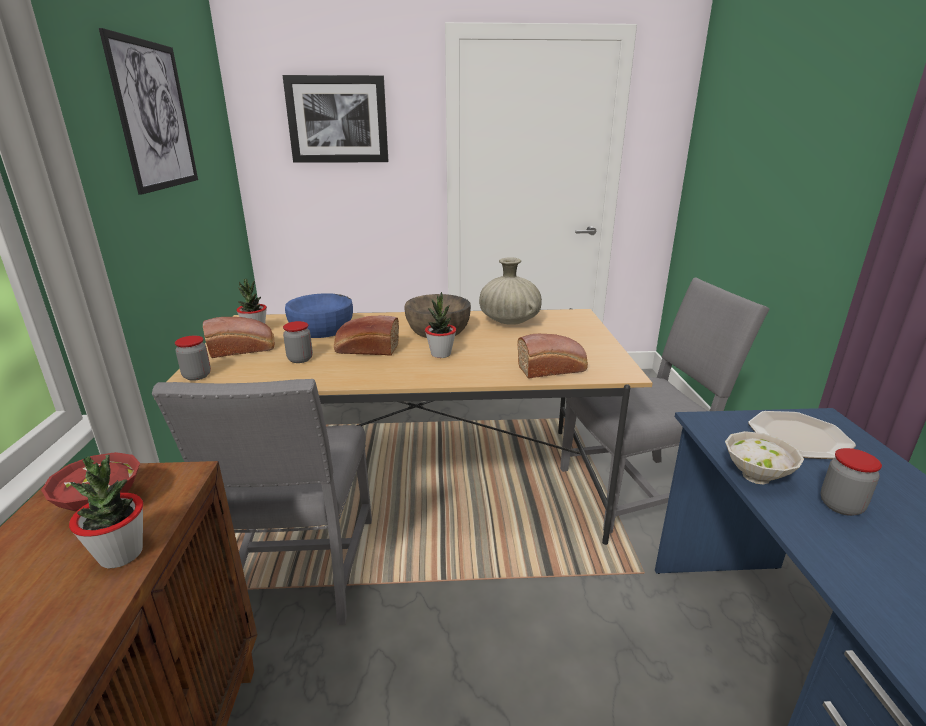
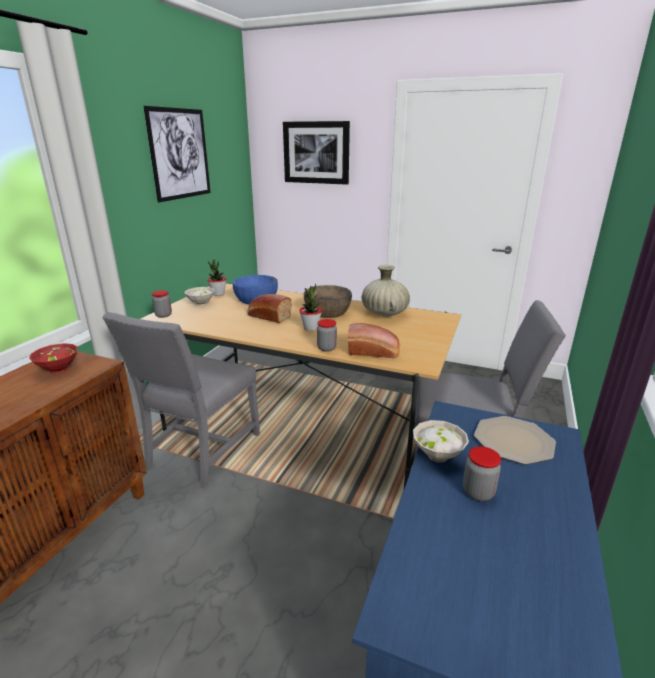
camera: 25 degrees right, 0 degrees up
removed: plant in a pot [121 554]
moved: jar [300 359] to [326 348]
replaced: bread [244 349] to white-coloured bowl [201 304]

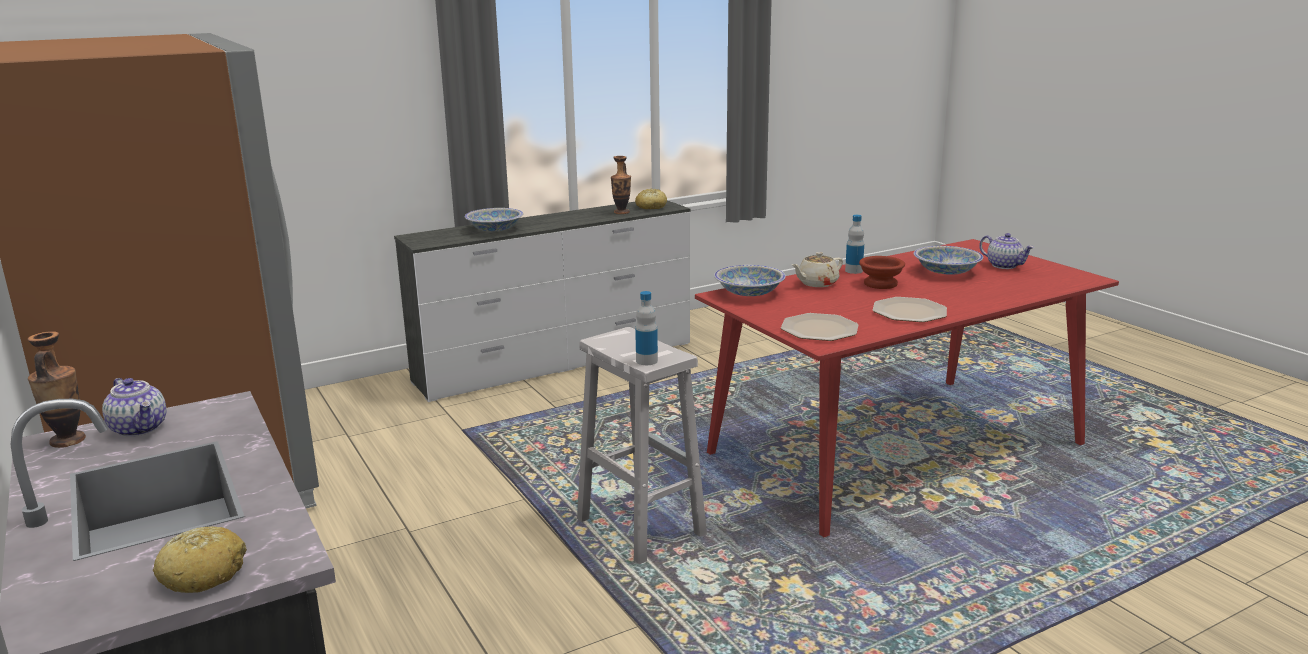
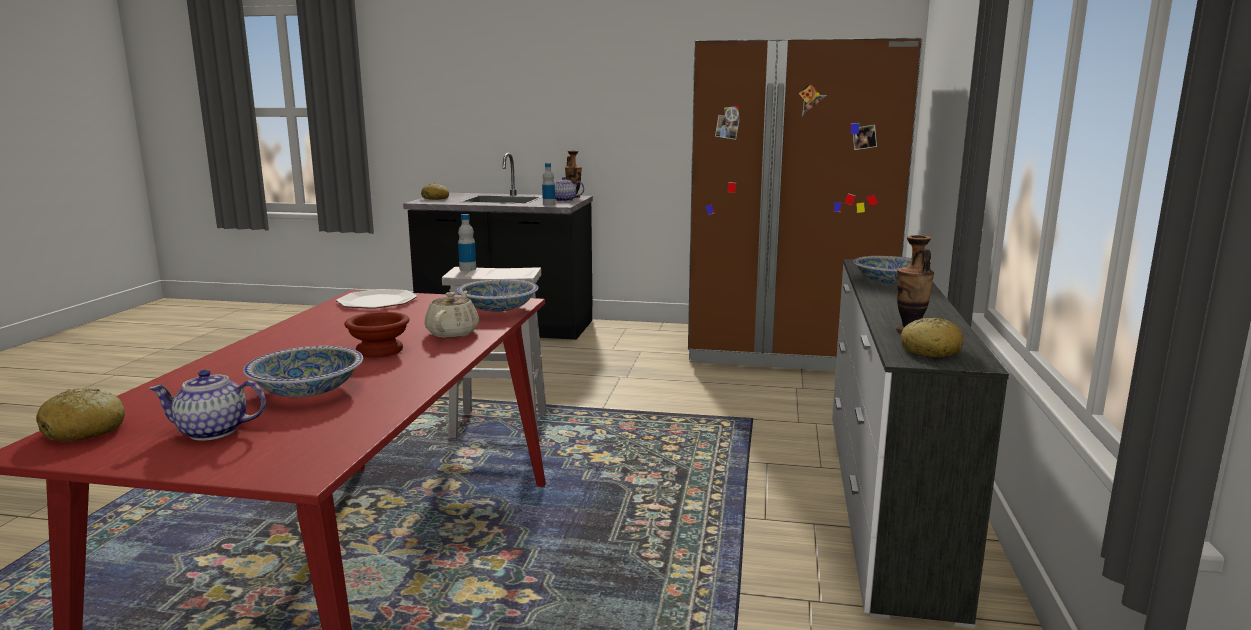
camera: 130 degrees right, 5 degrees down
removed: flat dish [910 312]
added: bread [85 431]
moved: beverage bottle [853 271] to [549 204]

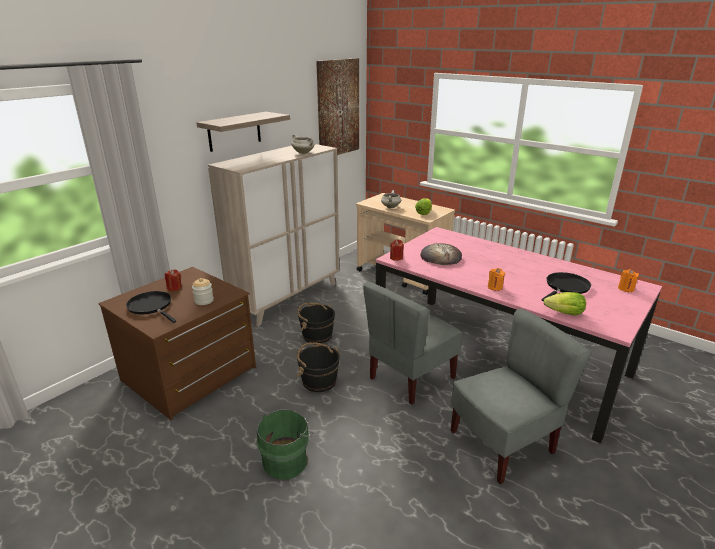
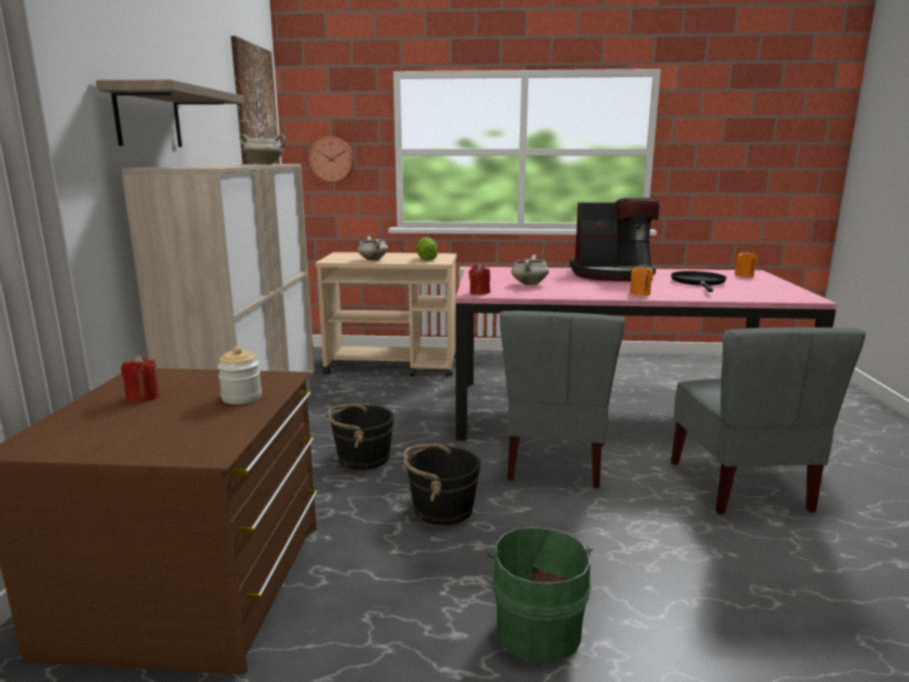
camera: 35 degrees left, 10 degrees down
removed: blackish pan [151 306]; lettuce [565 313]
added: wall clock [332 159]; coffee brewer [613 274]
replaced: bread [440 257] to white-coloured stockpot [529 284]
turned: greyish plain chair [503 443] = [741 486] 150 degrees clockwise

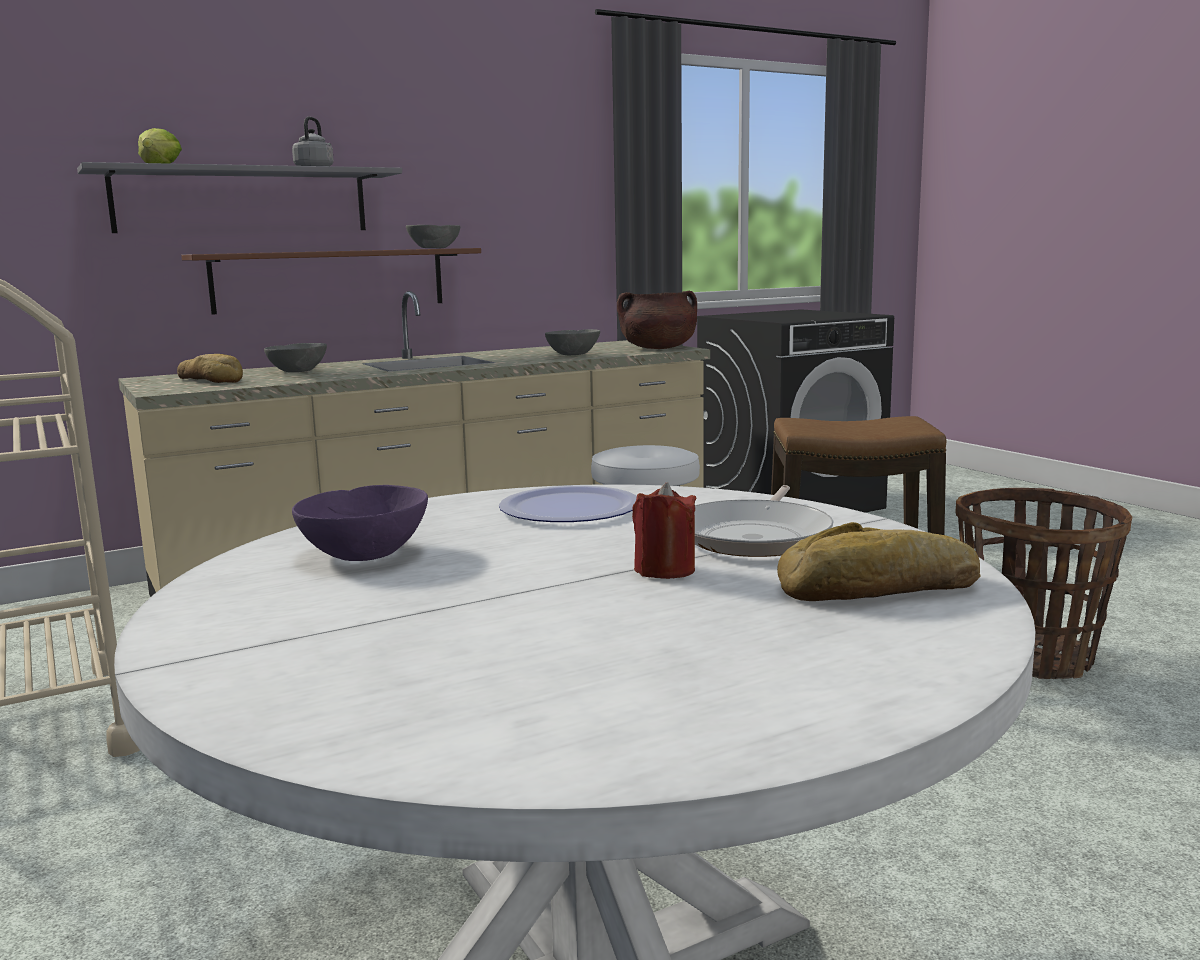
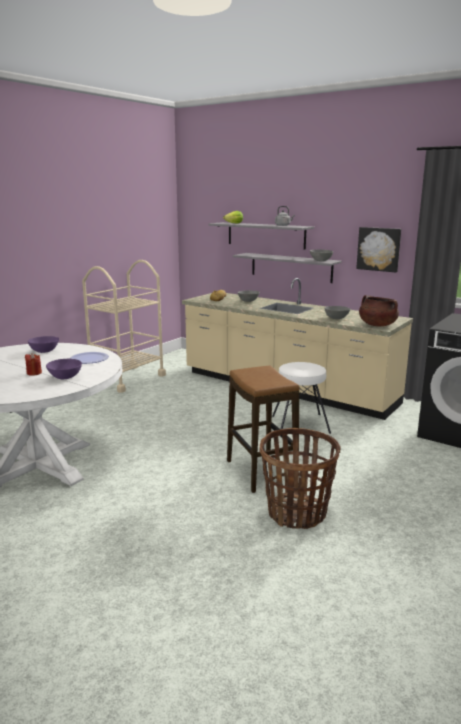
camera: 65 degrees right, 5 degrees up
removed: bread [881 588]
added: wall picture [379 249]
replaced: pan [756 536] to purplish bowl [65 377]
recoloured: brown-coloured bracket shelf [330 280] to greyish bracket shelf [291 267]

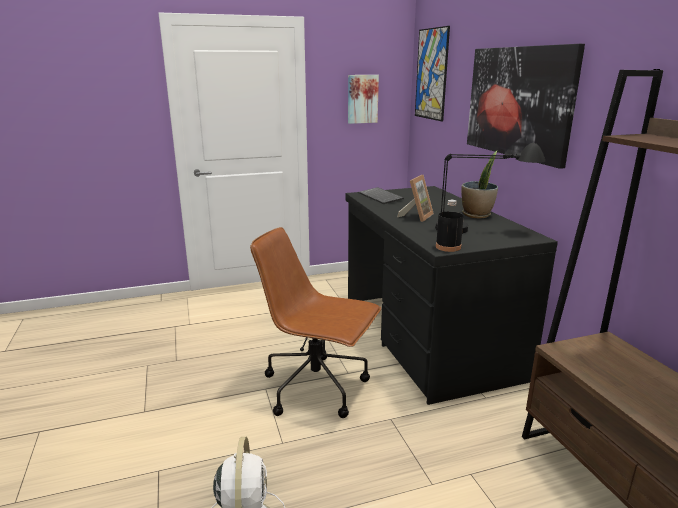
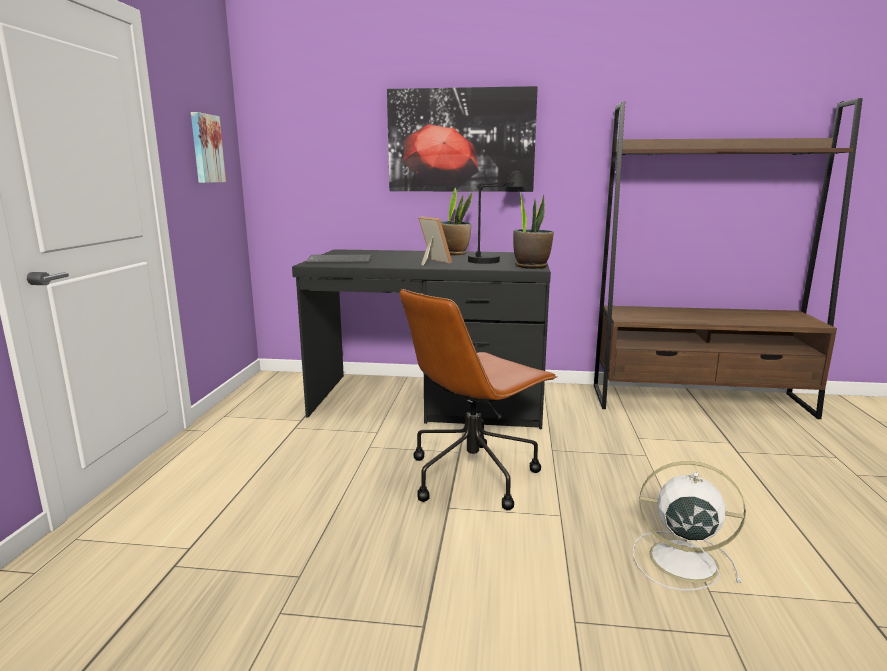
camera: 65 degrees left, 5 degrees down
removed: wall picture [431 74]
replaced: blackish beverage bottle [448 247] to plant in a pot [531 266]

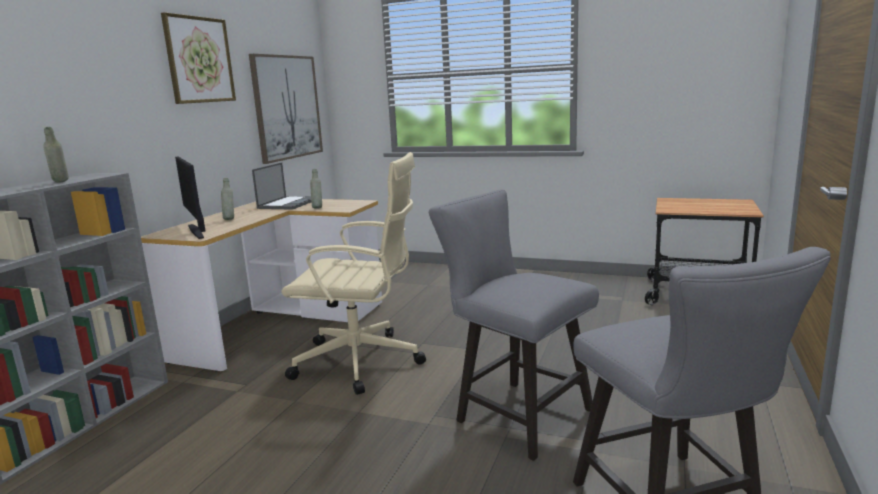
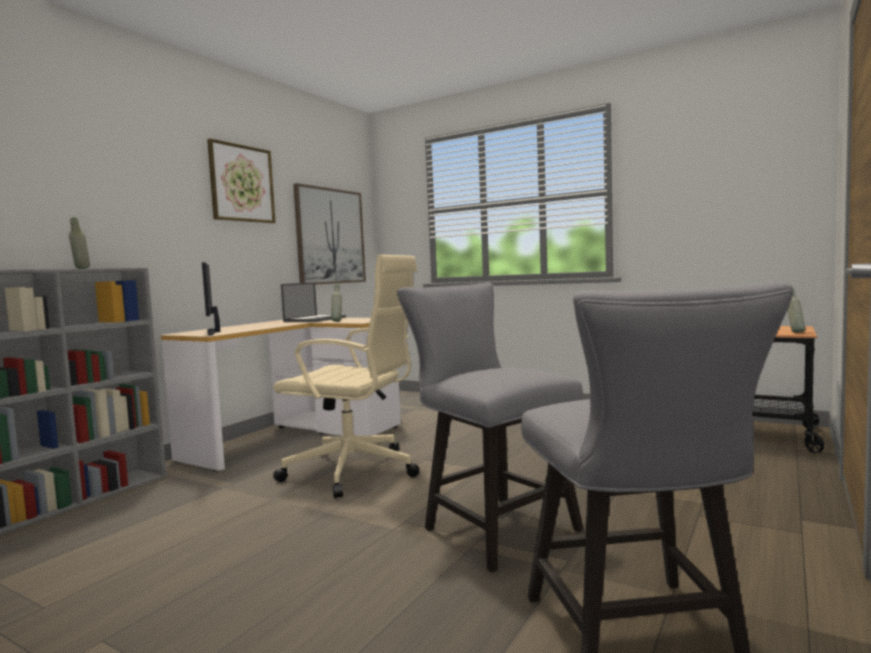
camera: 10 degrees right, 10 degrees down
moved: greyish beverage bottle [229 219] to [794 332]

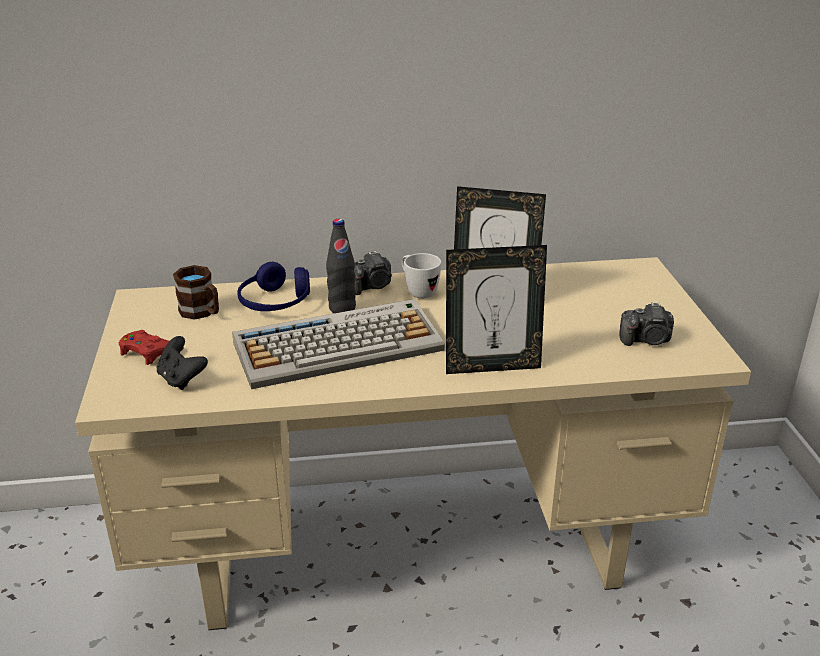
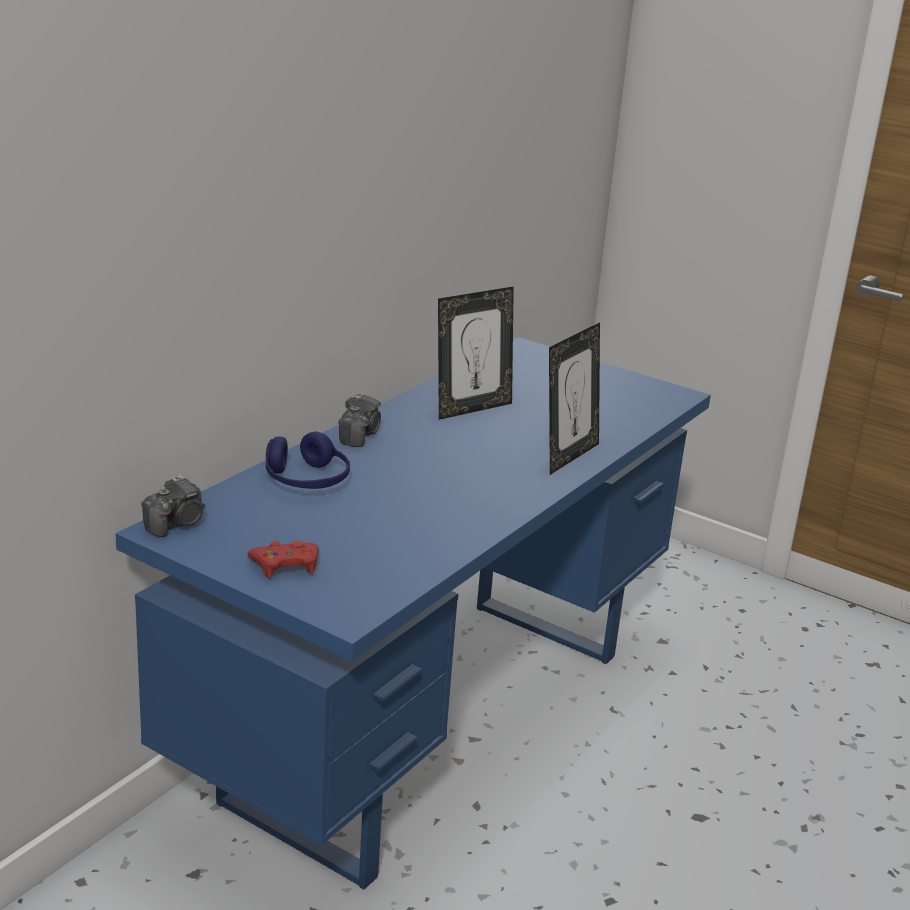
camera: 50 degrees left, 5 degrees down
removed: blackish game controller [181 379]; brown-coloured coffee mug [202 313]; PC keyboard [339 345]; blackish beverage bottle [342 308]; white-coloured coffee mug [418 291]
moved: photo camera [646 340] to [177 524]
recoloured: beige-coloured desk table [411 549] to blue desk table [432 721]

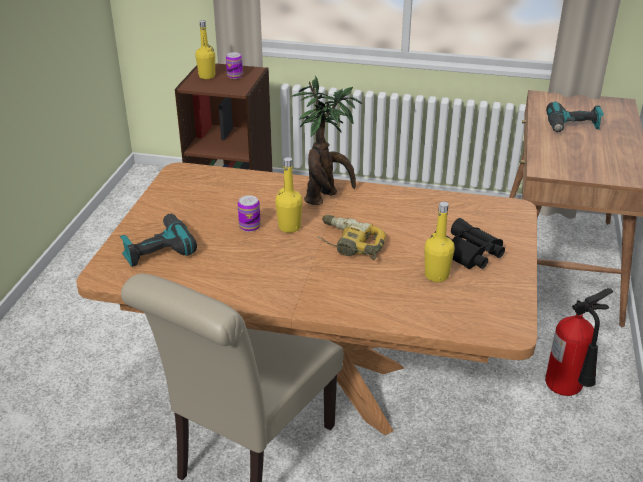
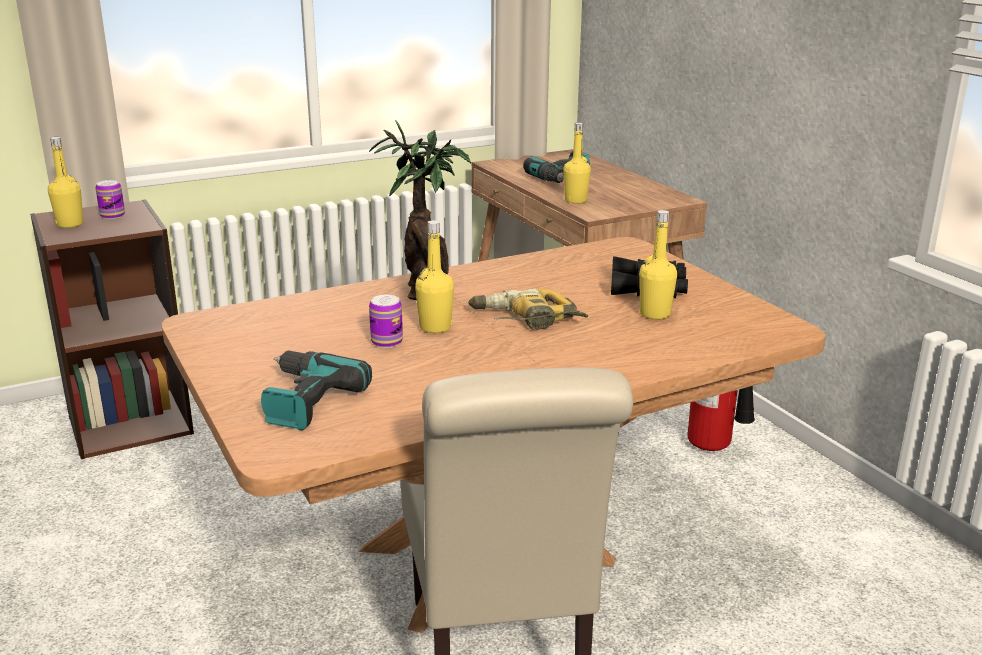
camera: 40 degrees left, 10 degrees down
added: yellowish beverage bottle [575 200]

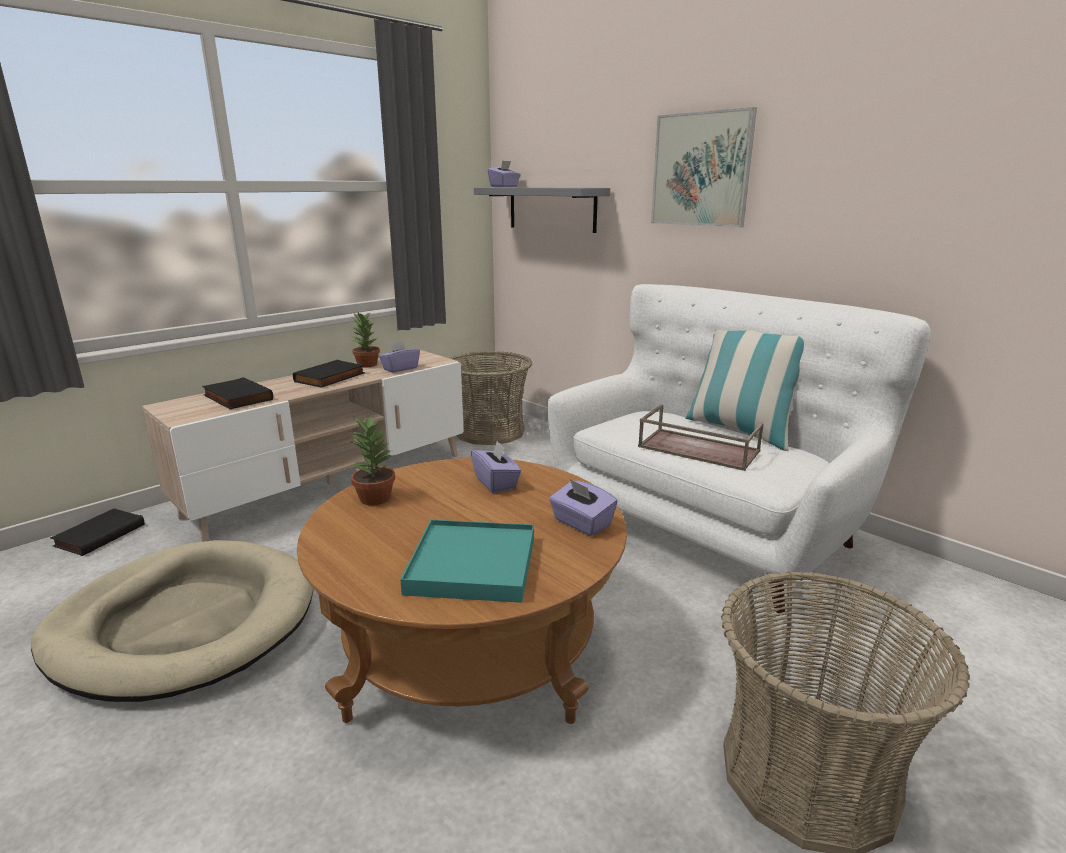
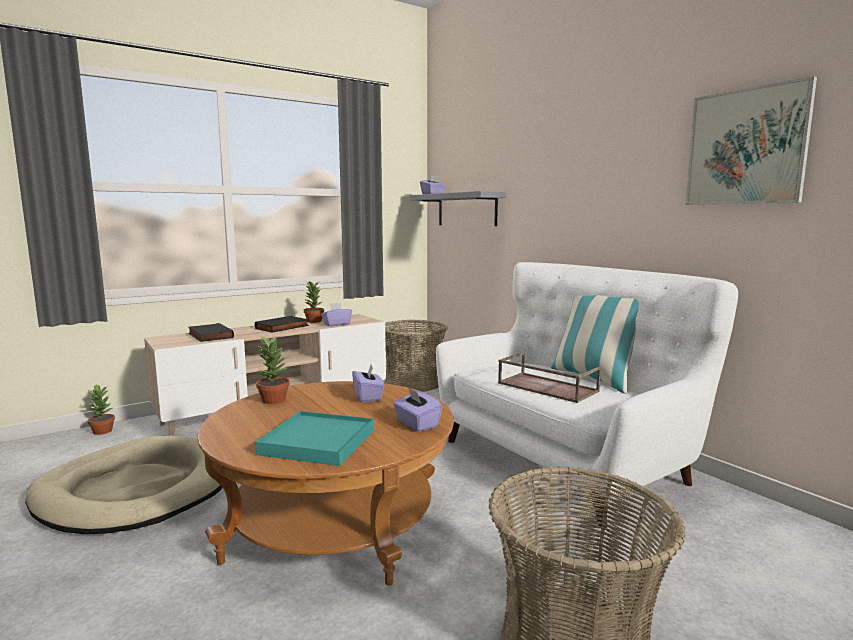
camera: 10 degrees right, 10 degrees down
moved: wall picture [701 170] to [746 147]
replaced: blackish book [99 535] to plant in a pot [103 431]

